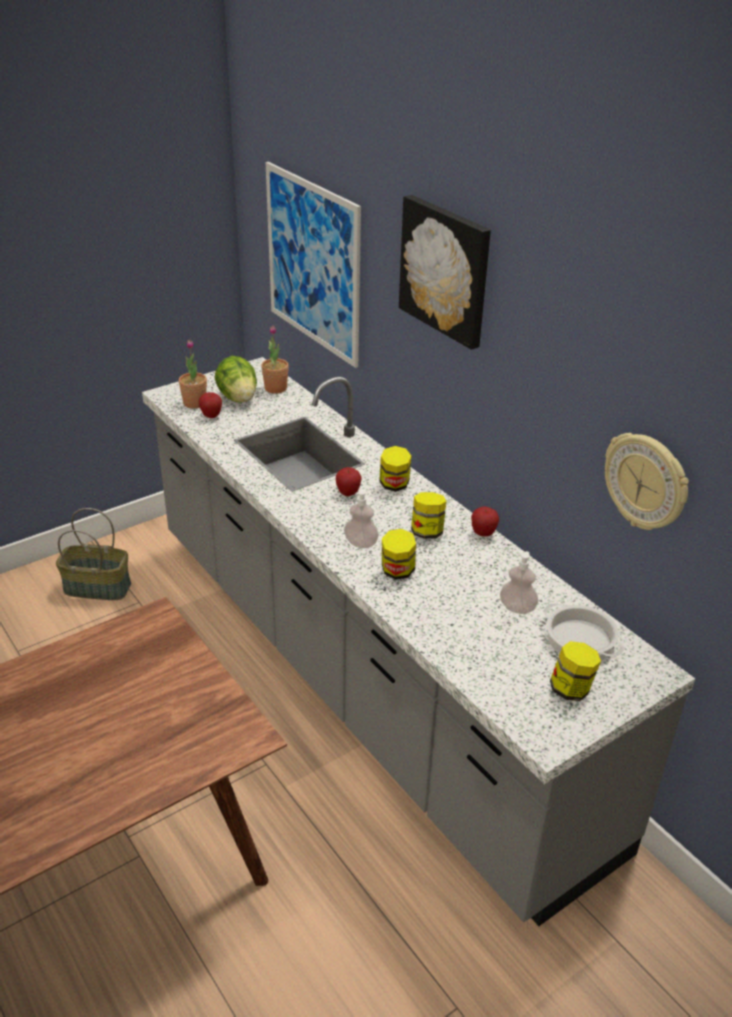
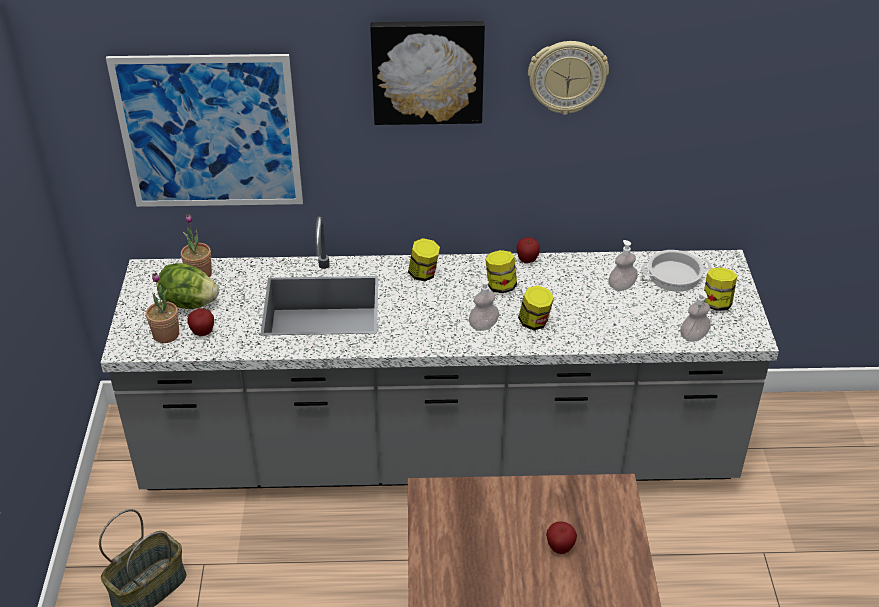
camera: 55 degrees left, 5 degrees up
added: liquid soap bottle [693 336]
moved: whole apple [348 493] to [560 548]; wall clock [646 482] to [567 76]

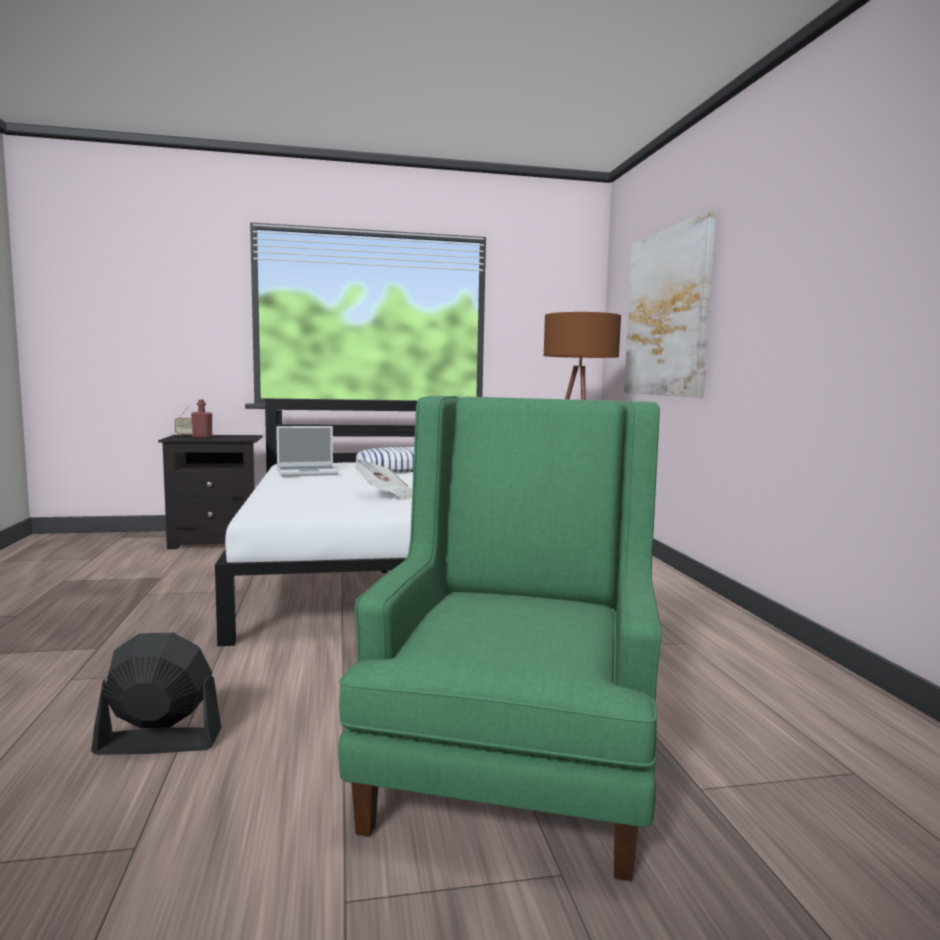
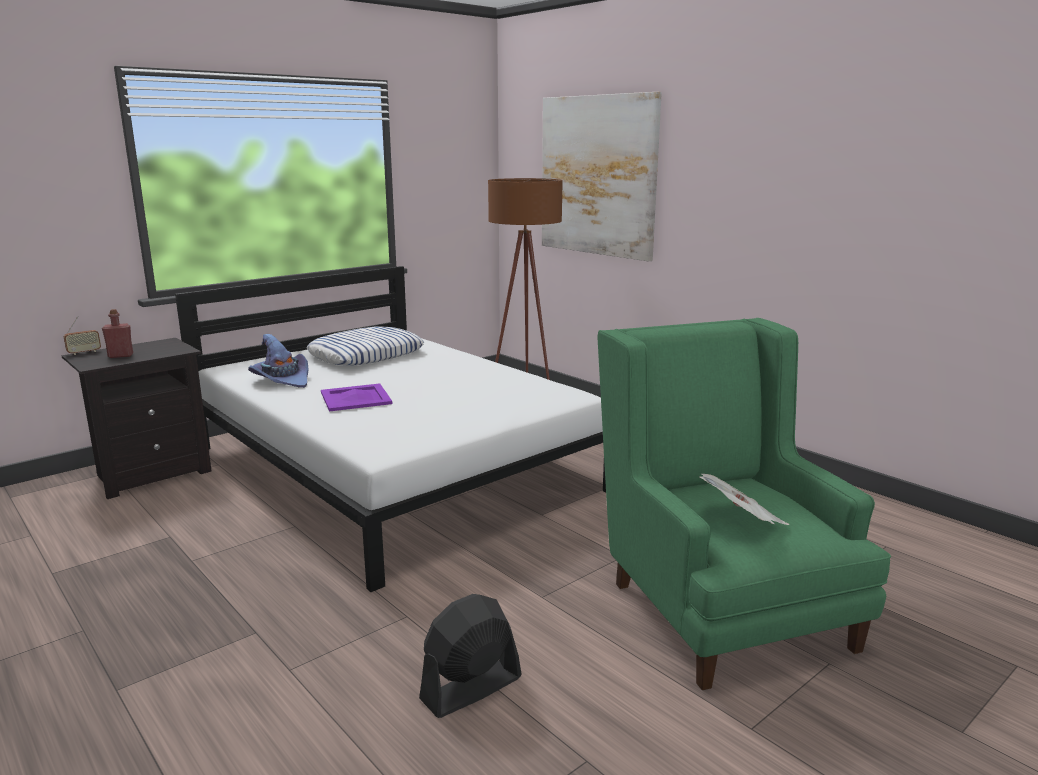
camera: 30 degrees left, 10 degrees up
added: purplish carrying tray [356 398]
moved: printed paper [385 496] to [741 521]
replaced: laptop [308 472] to purplish hat [282 380]

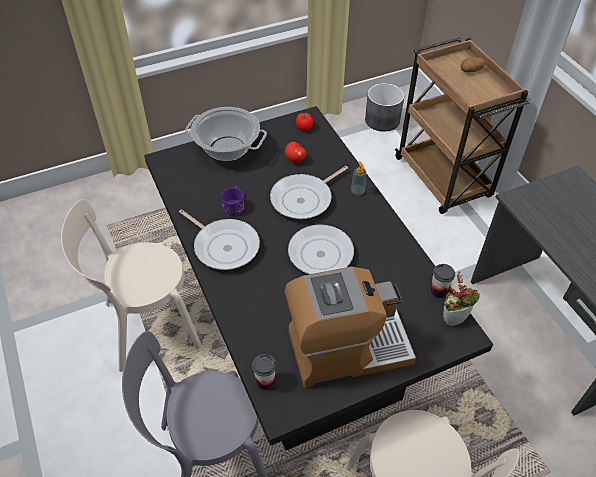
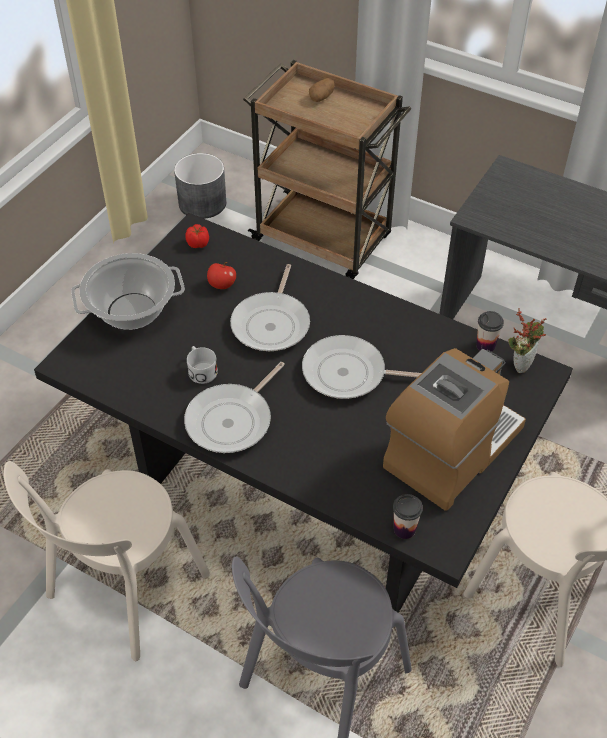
camera: 35 degrees left, 0 degrees up
removed: liquid soap bottle [357 191]
recoloured: purplish coffee mug [234 204] to white-coloured coffee mug [201 369]
turned: pan [224 246] = [232 420] 120 degrees clockwise

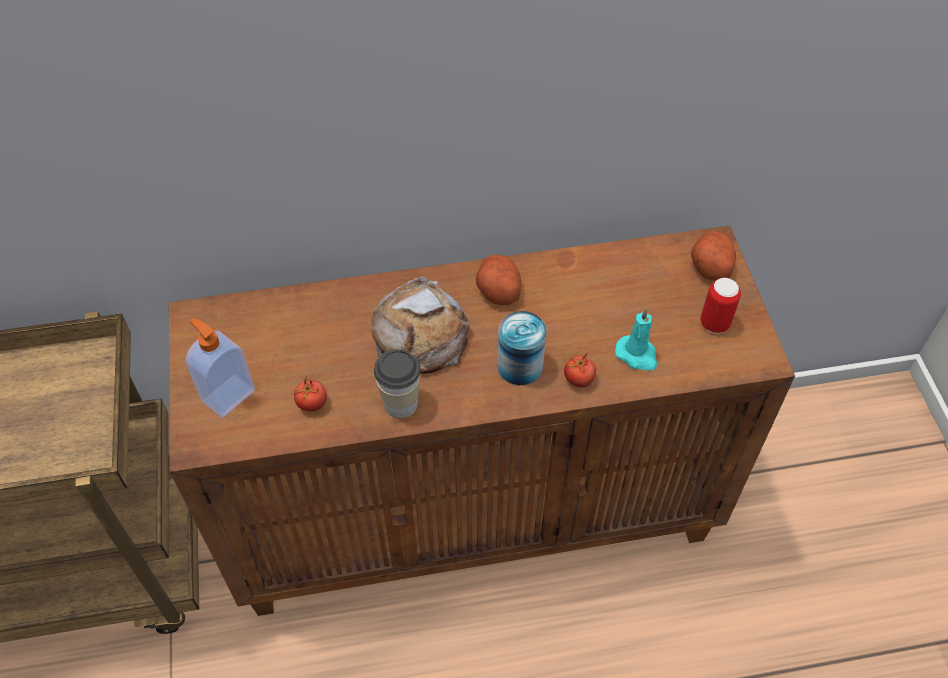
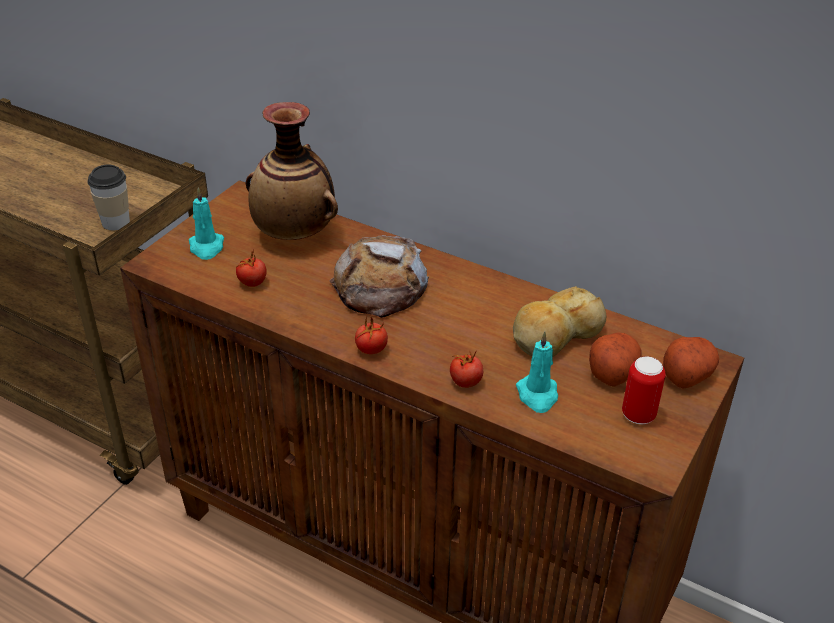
camera: 40 degrees right, 15 degrees down
removed: metal can [520 366]
added: vase [295 234]; whole tomato [371 350]; bread [555 335]
moved: cup [400 404] to [115 222]; potato [497 289] to [612 371]
replaced: liquid soap bottle [227 395] to turquoise-coloured wax light [206 247]

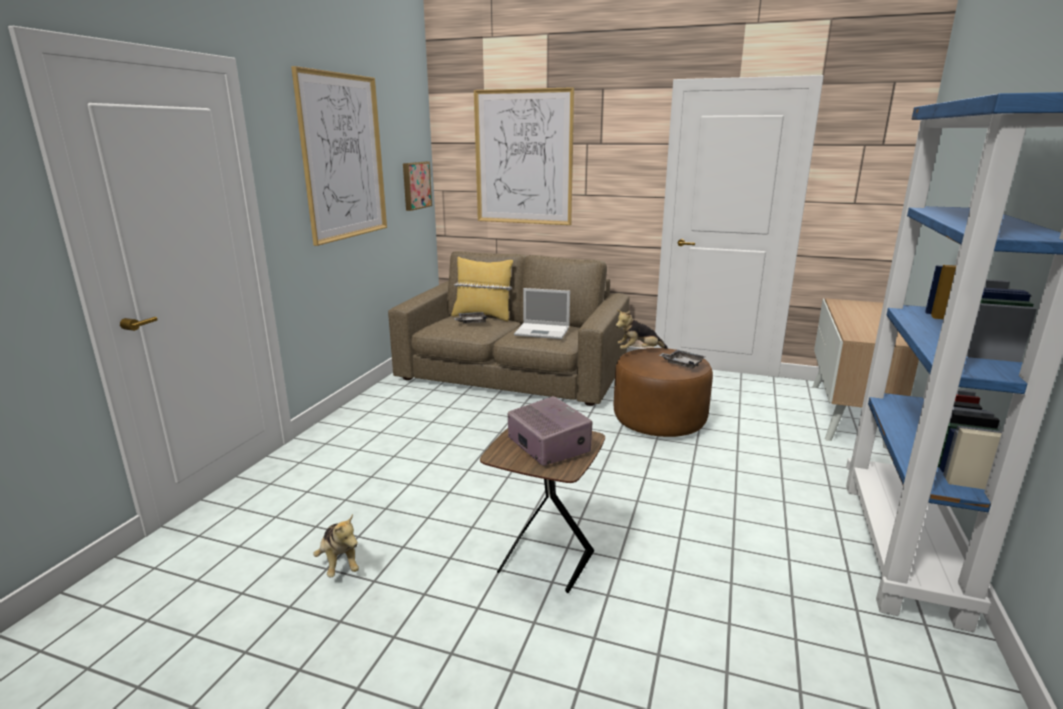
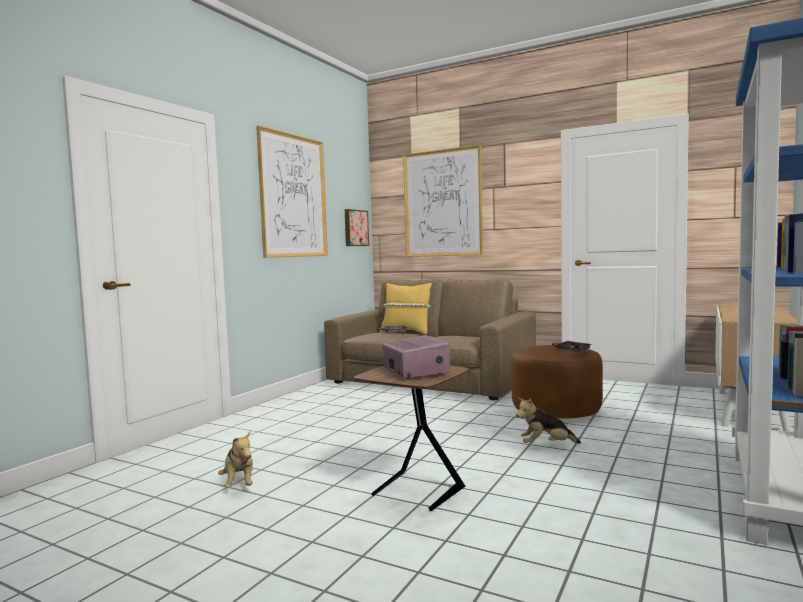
camera: 10 degrees right, 15 degrees down
removed: laptop [543 331]
moved: cuddly toy [638 351] to [546 445]

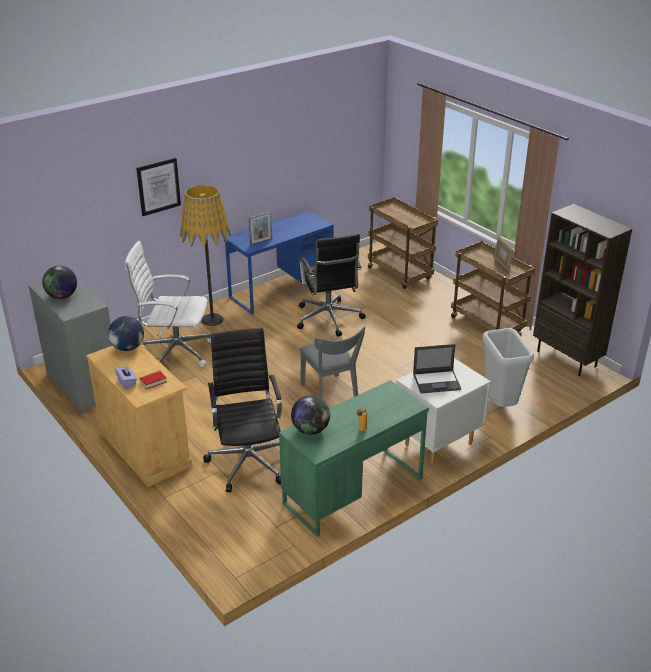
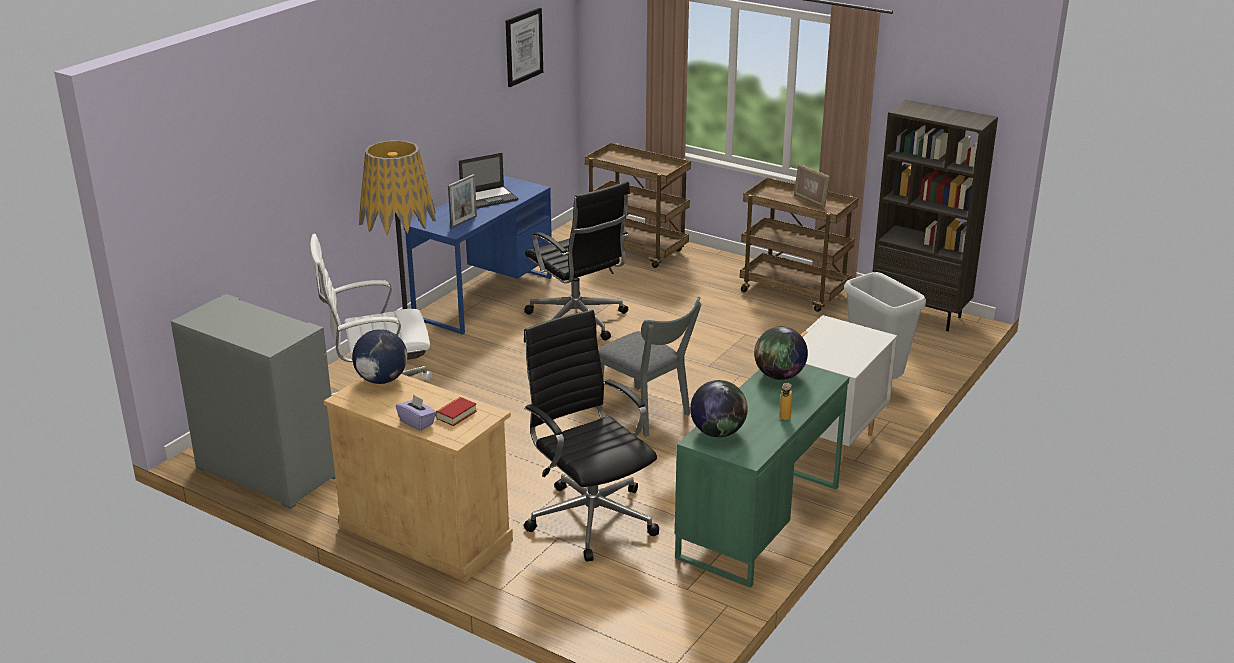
camera: 20 degrees left, 5 degrees down
moved: desk globe [62 296] to [779 376]; wall picture [158 186] to [523 47]; laptop [437 381] to [489 197]

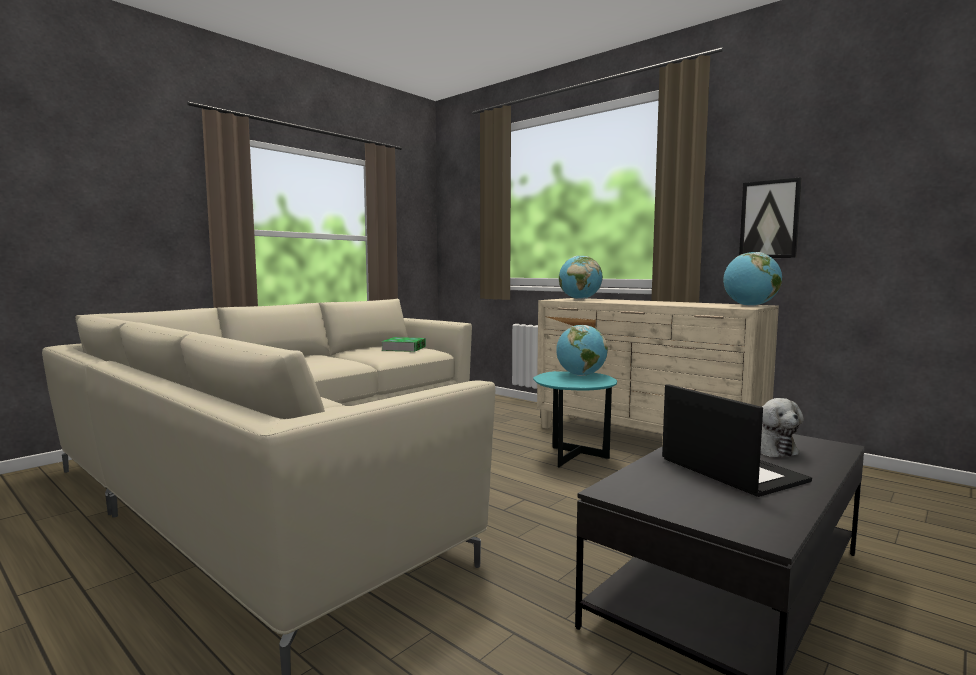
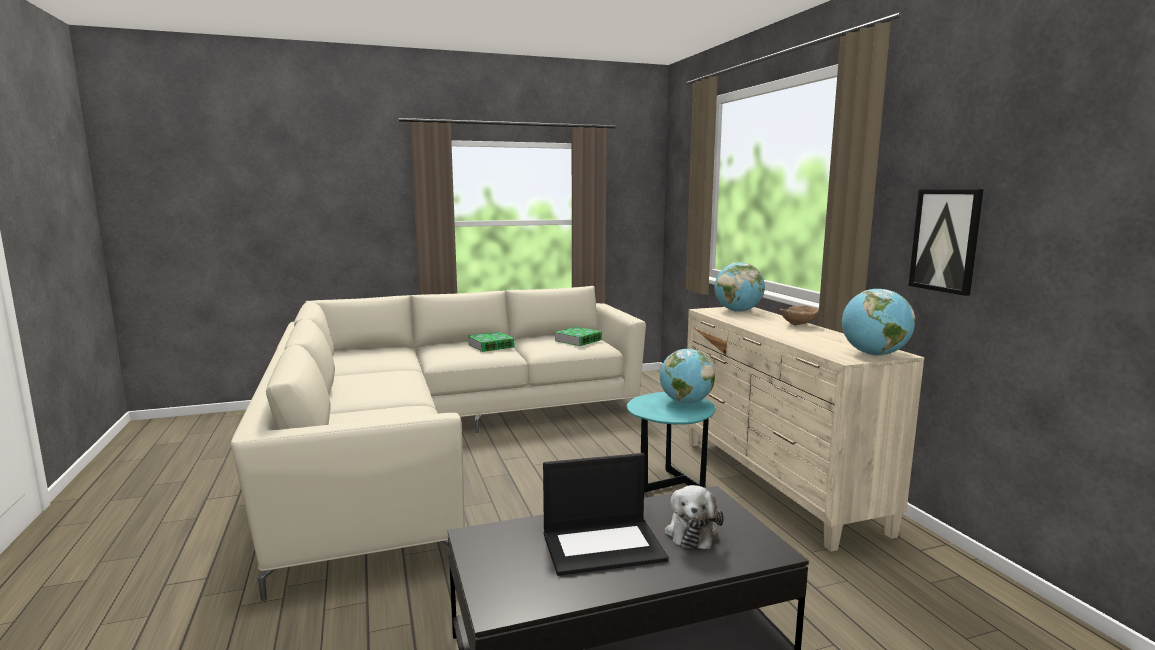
camera: 30 degrees right, 5 degrees up
added: book [491 346]; brown-coloured bowl [799 325]
turned: laptop [730 470] = [604 545] 75 degrees clockwise

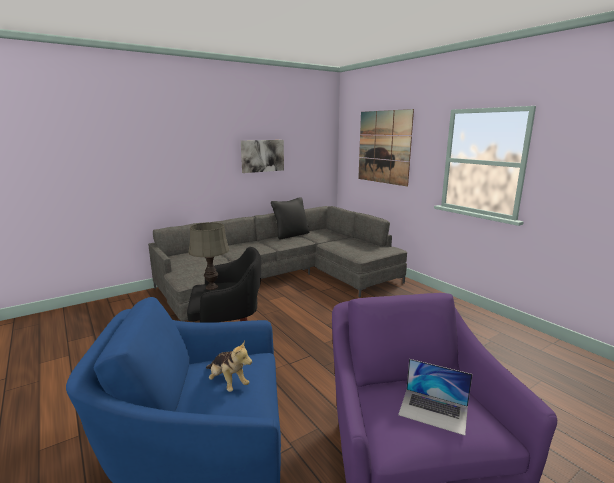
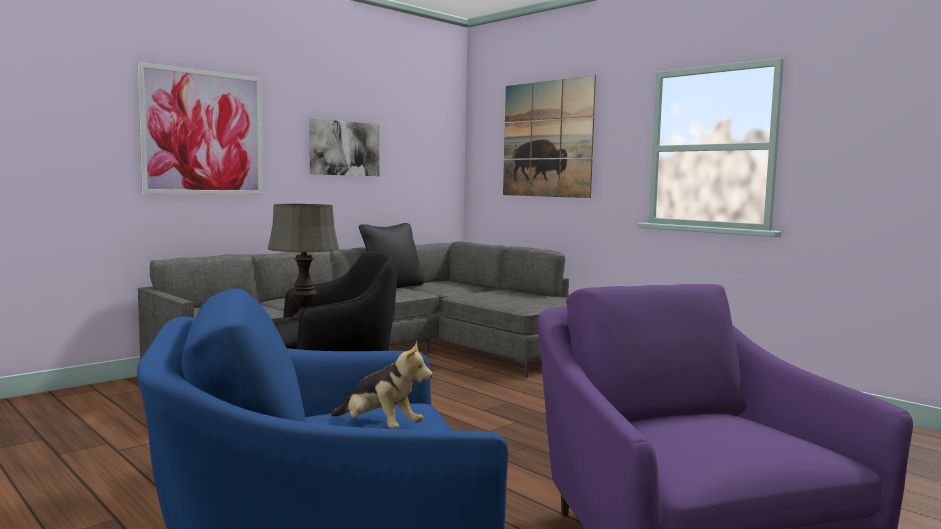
camera: 10 degrees left, 10 degrees down
removed: laptop [433 410]
added: wall picture [203 133]

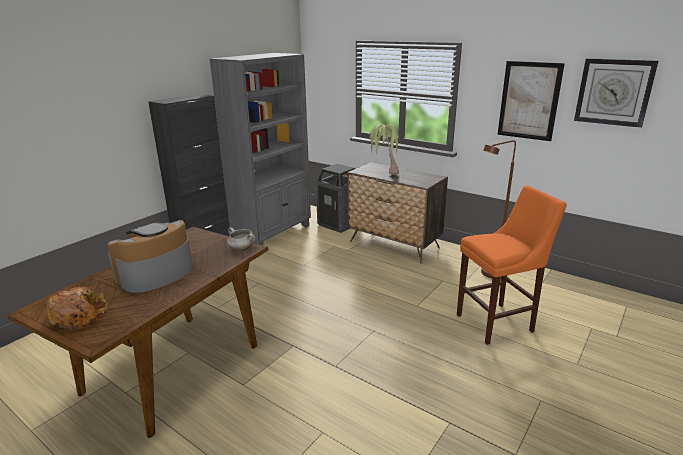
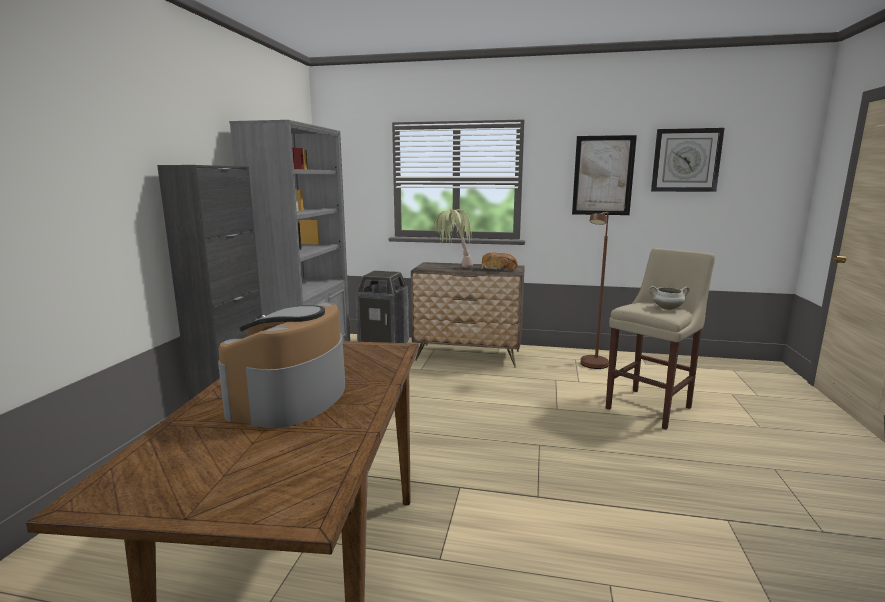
camera: 25 degrees left, 10 degrees down
moved: bread [79 315] to [498 269]; white-coloured stockpot [241 249] to [666 308]
recoloured: orange sitting stool [498 322] to beige-coloured sitting stool [651 407]

